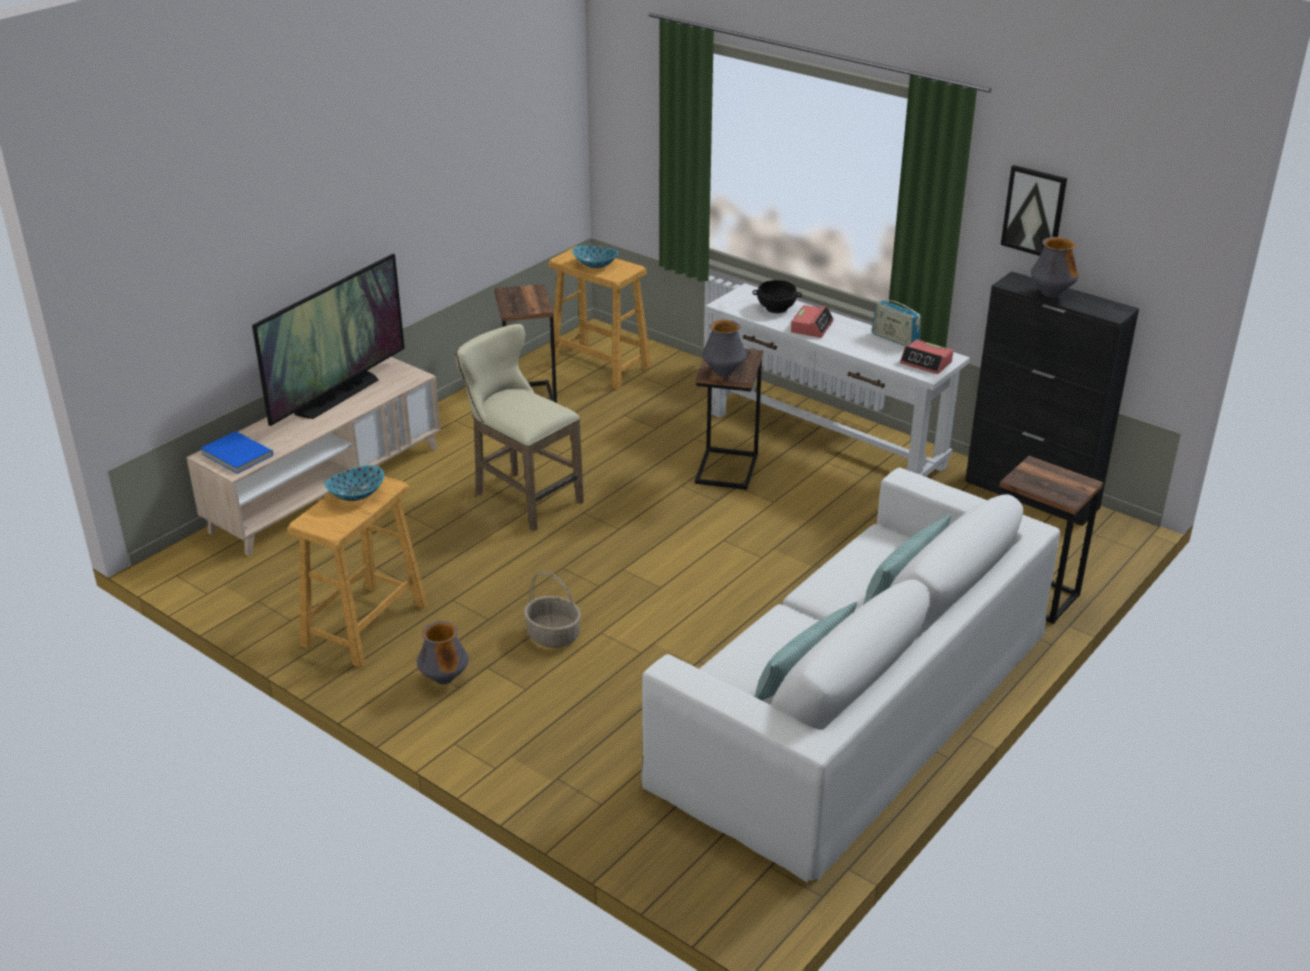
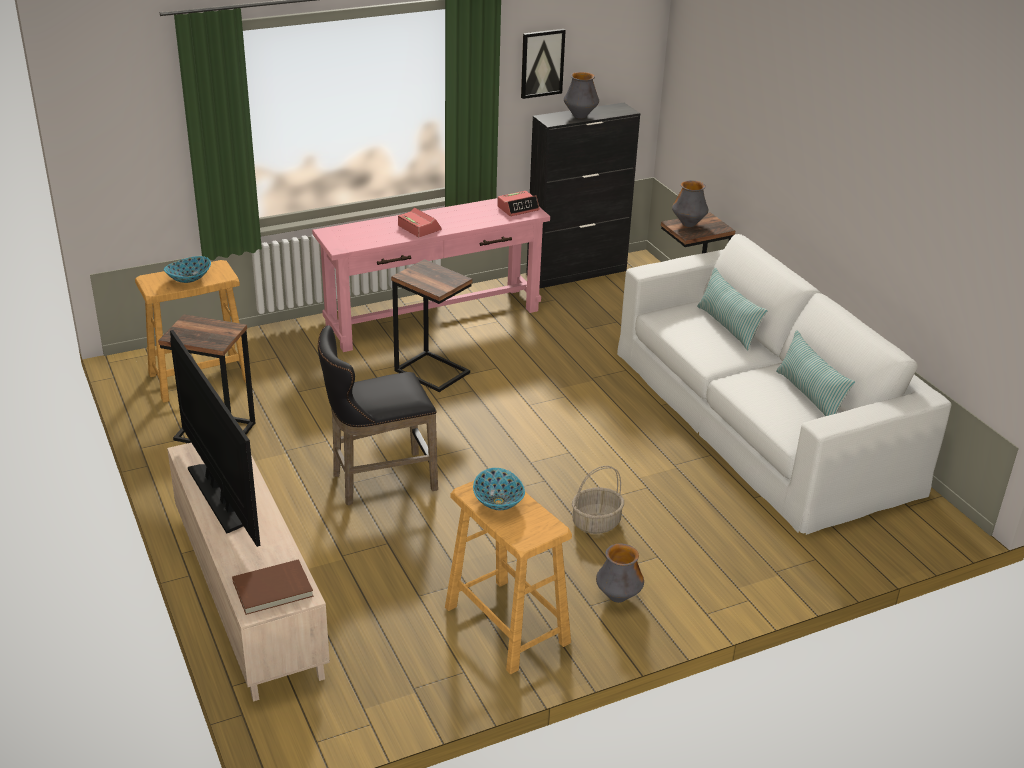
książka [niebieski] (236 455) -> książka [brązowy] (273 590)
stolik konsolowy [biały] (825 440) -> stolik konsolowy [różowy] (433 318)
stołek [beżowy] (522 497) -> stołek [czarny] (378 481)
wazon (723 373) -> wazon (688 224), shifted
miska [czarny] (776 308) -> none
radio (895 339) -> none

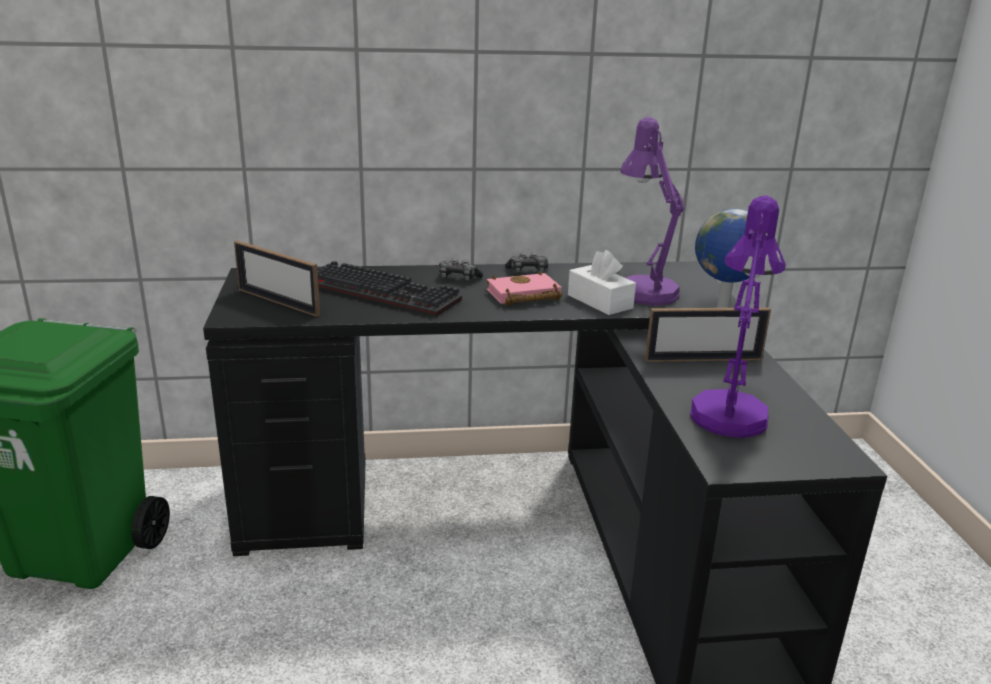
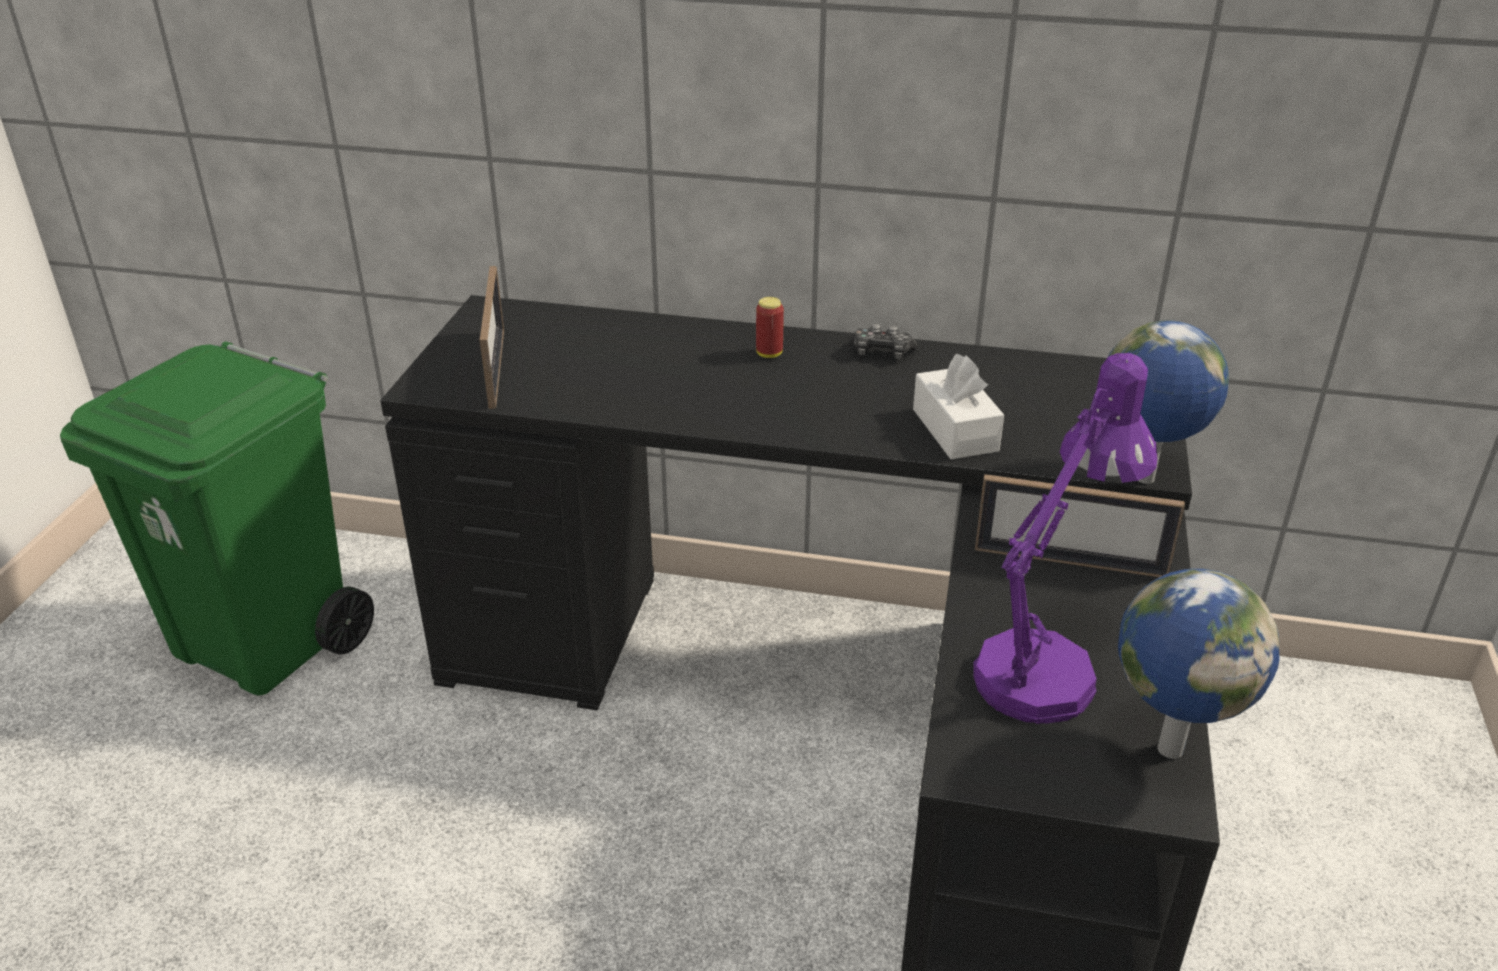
ramka na zdjęcie (278 302) -> ramka na zdjęcie (496 367), 150 degrees counterclockwise
pad do gier (458 278) -> puszka (769 354)
none -> globus (1169 747)
klawiatura (385 292) -> none
książka [różowy] (522 296) -> none
lampa stołowa [fioletowy] (643 289) -> none

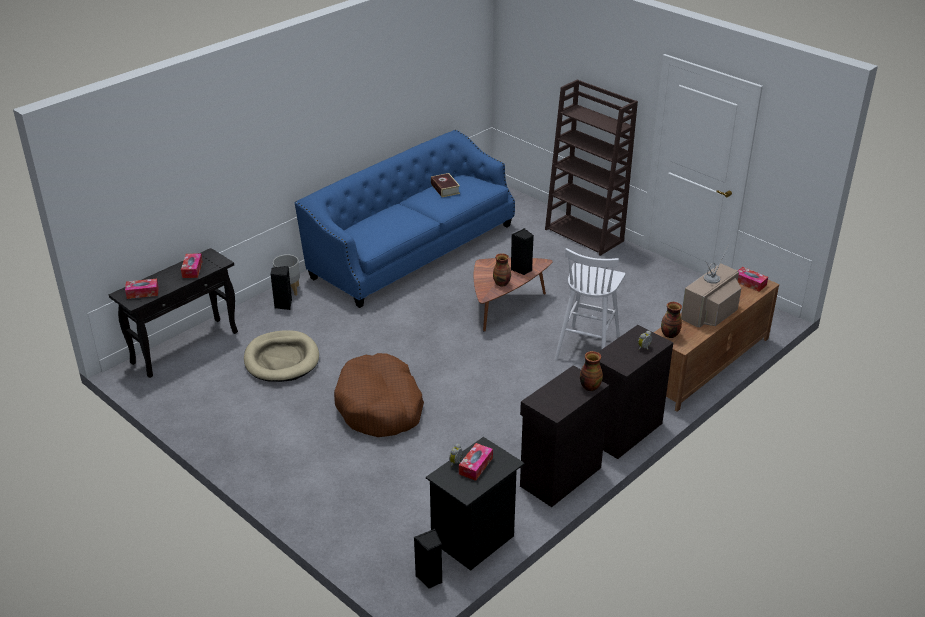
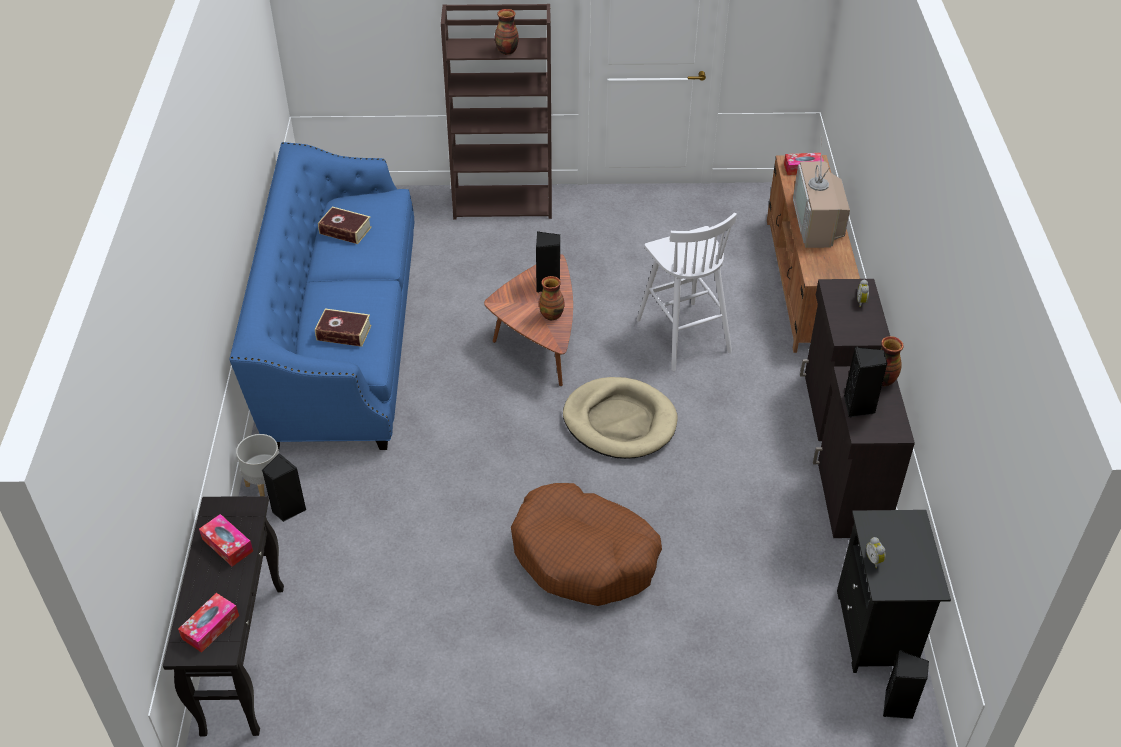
none -> książka (344 333)
wazon (669 334) -> wazon (506 51), shifted
legowisko [beżowy] (281 359) -> legowisko [beżowy] (620 421), shifted
none -> głośnik [czarny] (859 407)
pudełko chusteczek (475 466) -> none

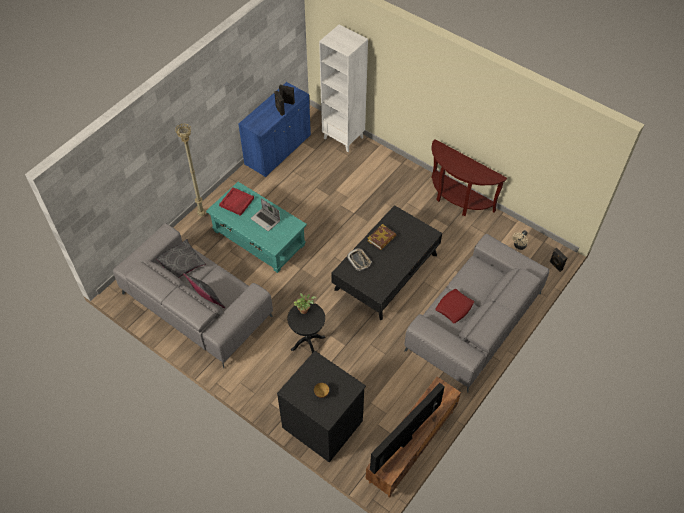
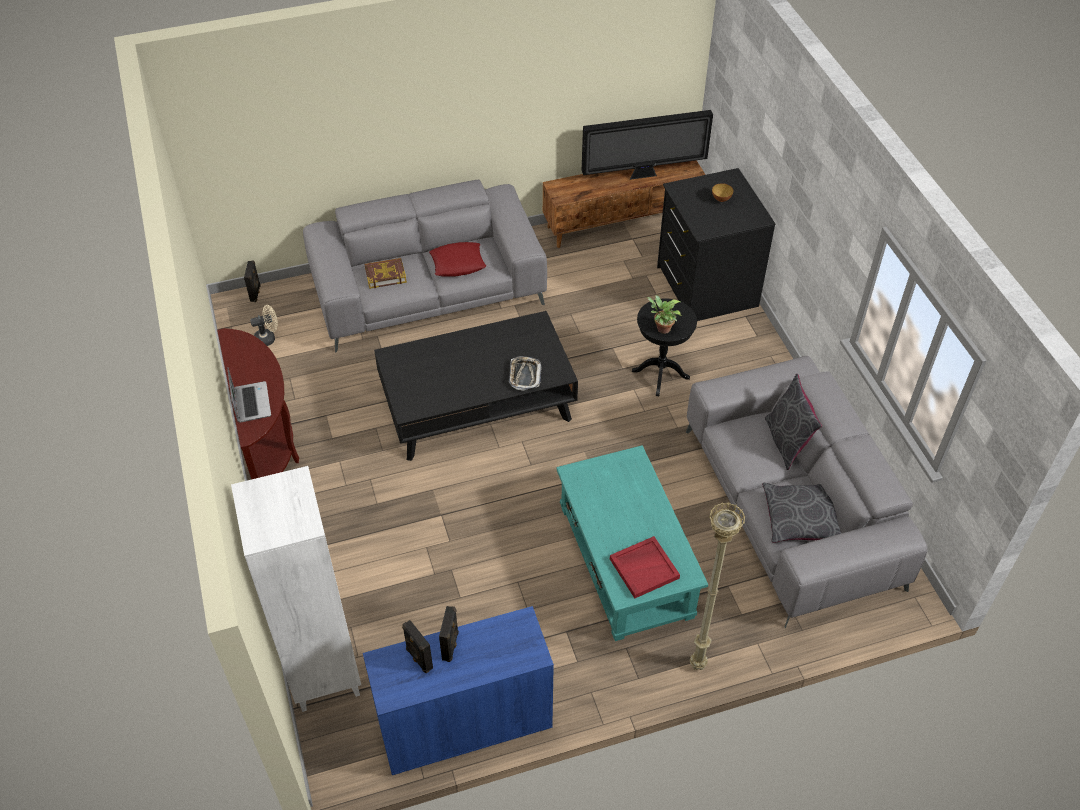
laptop (266 220) -> laptop (251 402), shifted
książka (381 238) -> książka (385 275), shifted

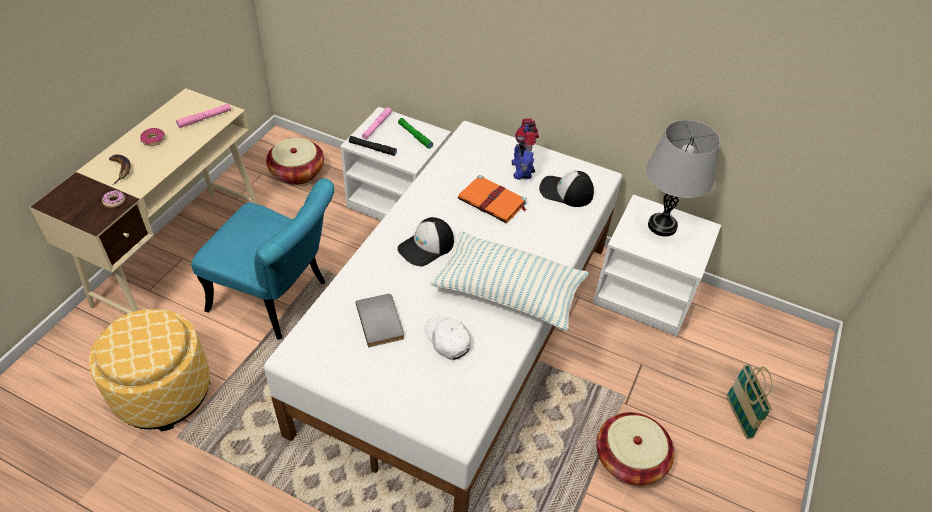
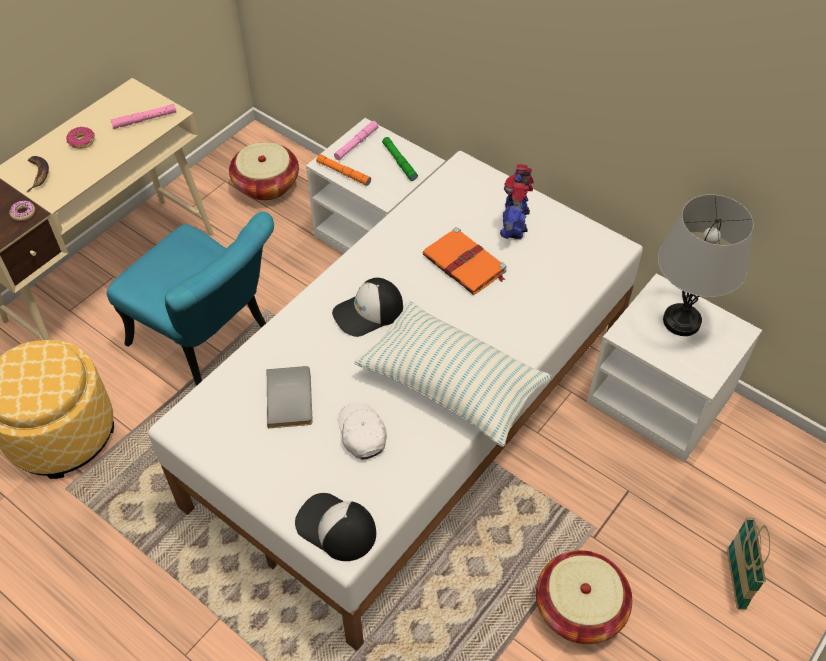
czapka z daszkiem (565 192) -> czapka z daszkiem (335 528), shifted
latarka [czarny] (372 148) -> latarka [pomarańczowy] (343 173)

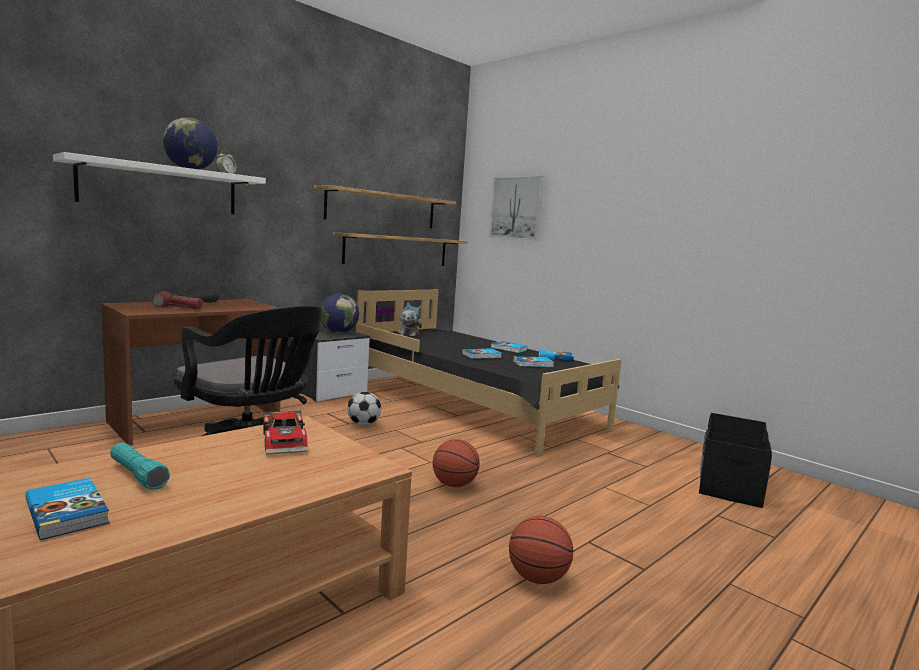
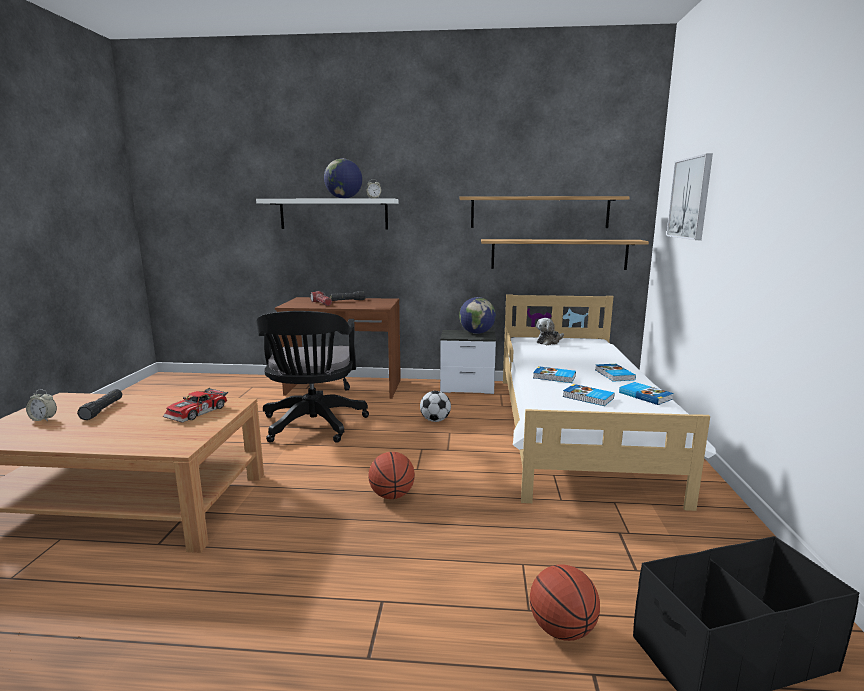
książka (69 512) -> budzik (43 419)
latarka [turkusowy] (137 475) -> latarka [czarny] (103 410)
łóżko [czarny] (474 404) -> łóżko [biały] (575 430)
piłka do koszykówki (538 578) -> piłka do koszykówki (562 629), shifted

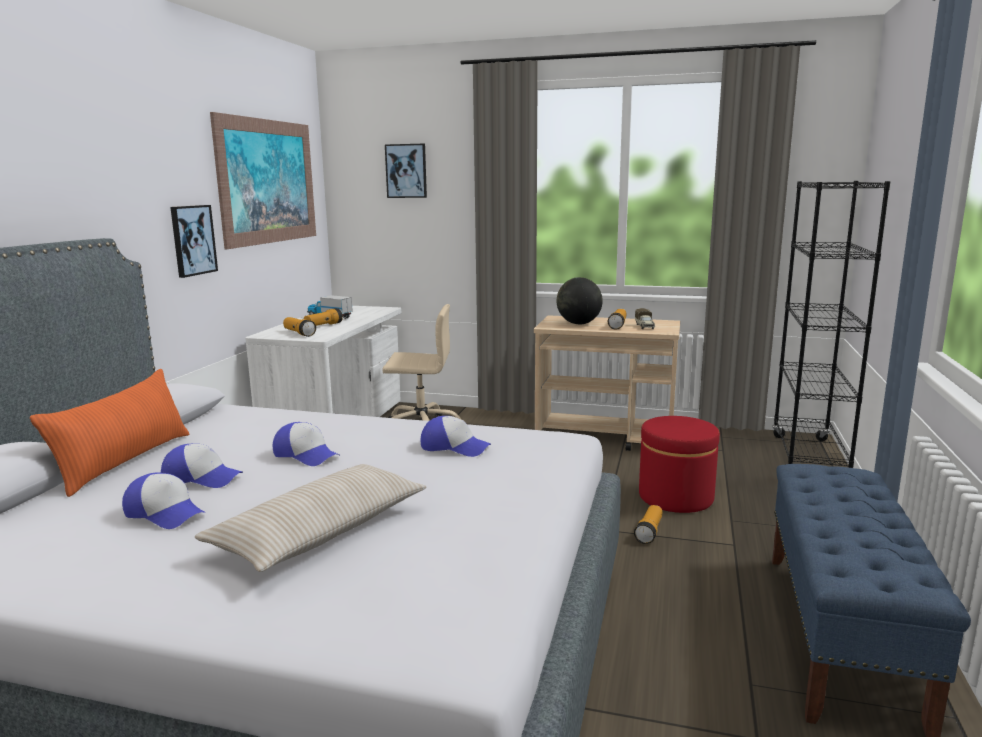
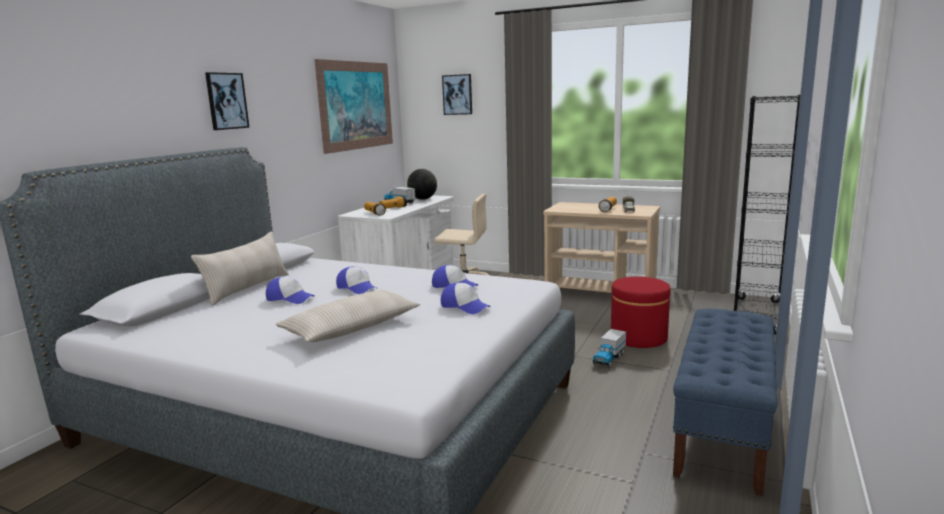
poduszka [pomarańczowy] (125 461) -> poduszka [beżowy] (247 288)
obraz (193 240) -> obraz (226 101), shifted
globus (579 324) -> globus (423 199), shifted
czapka z daszkiem (165 513) -> czapka z daszkiem (465 306), shifted
latarka (649 532) -> ciężarówka zabawkowa (609 359)

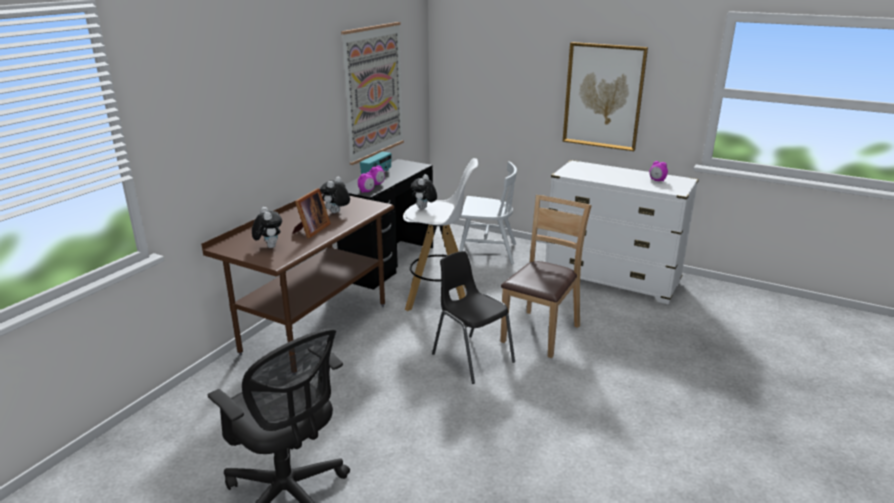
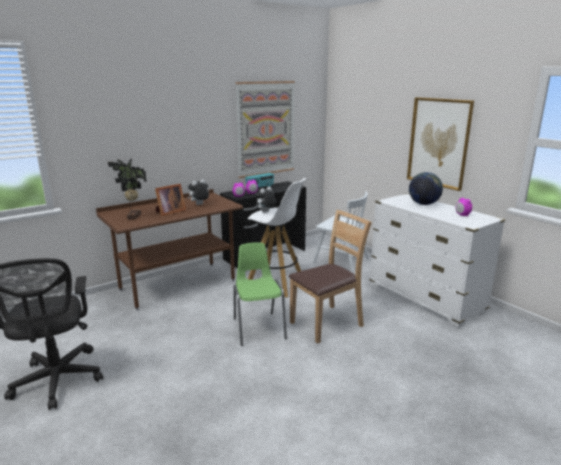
pluszak (269 246) -> roślina doniczkowa (133 216)
krzesło [czarny] (472 358) -> krzesło [zielony] (258 328)
none -> globus (423 204)

